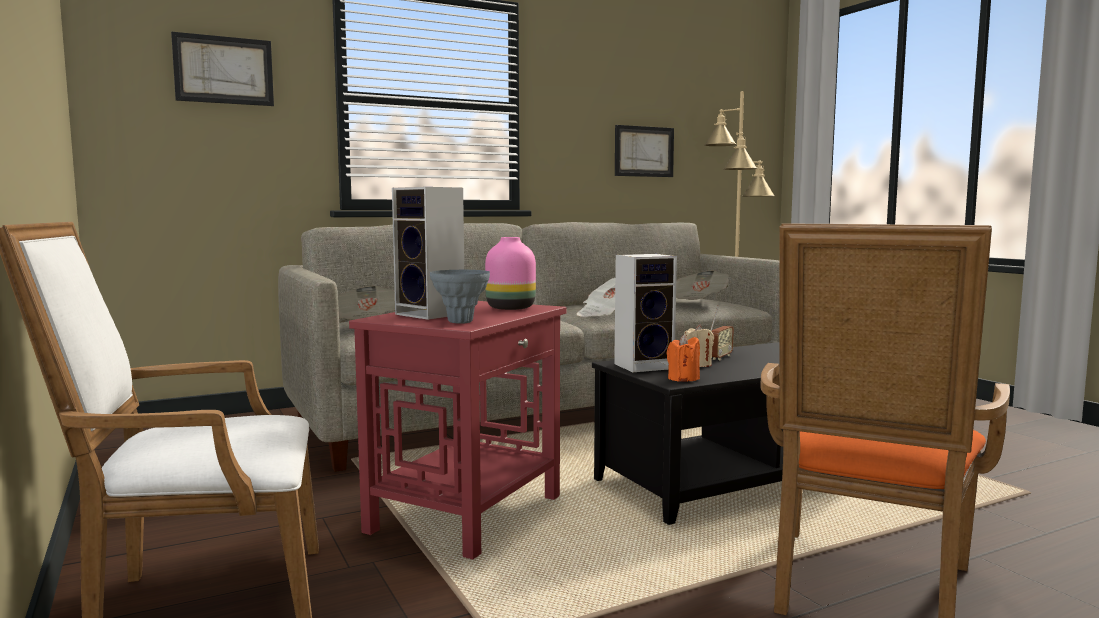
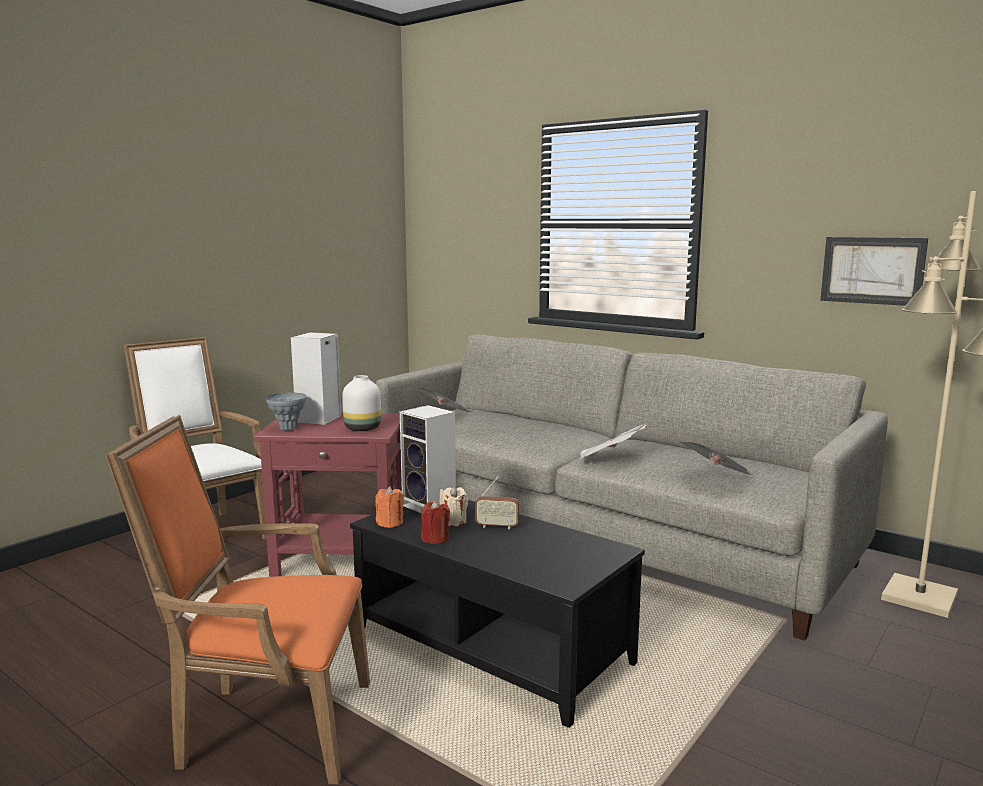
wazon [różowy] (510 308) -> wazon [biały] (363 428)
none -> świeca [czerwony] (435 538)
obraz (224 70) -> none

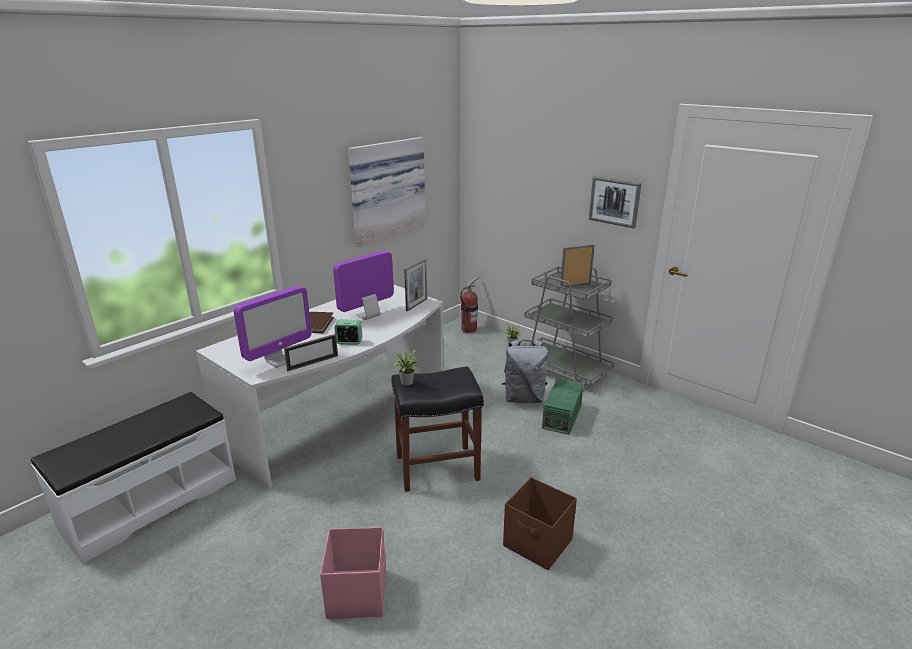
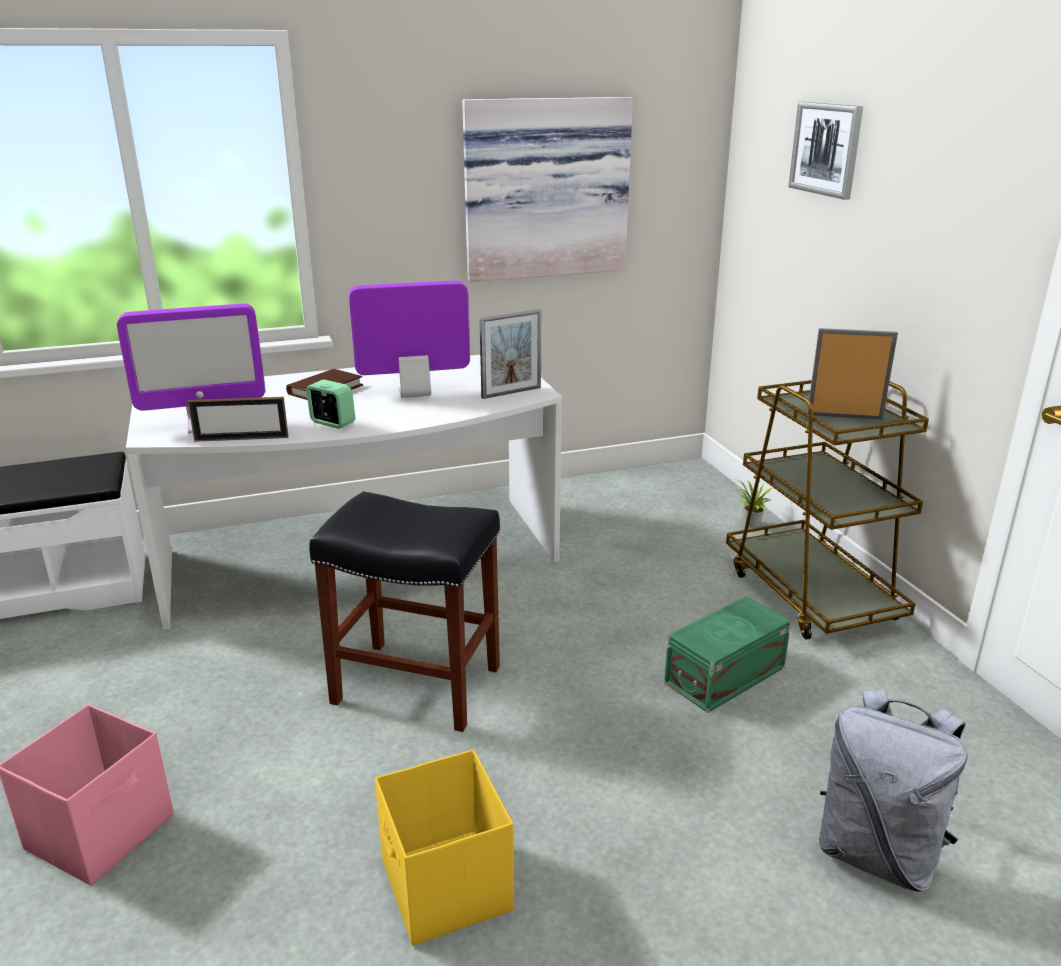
pojemnik do przechowywania [brązowy] (538 544) -> pojemnik do przechowywania [żółty] (446 888)
wózek [szary] (563 371) -> wózek [brązowy] (811 594)
obraz (614 201) -> obraz (826 149), shifted
plecak [szary] (524 398) -> plecak [szary] (877 853), shifted
roślina doniczkowa (407 383) -> none
gaśnica (469 329) -> none

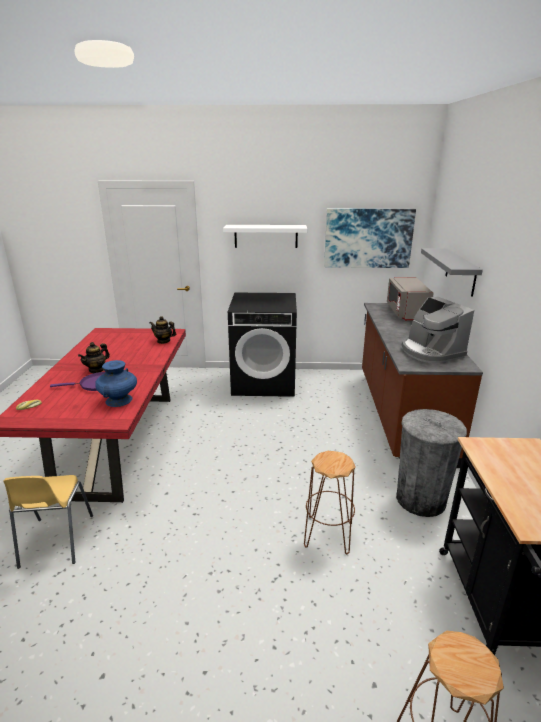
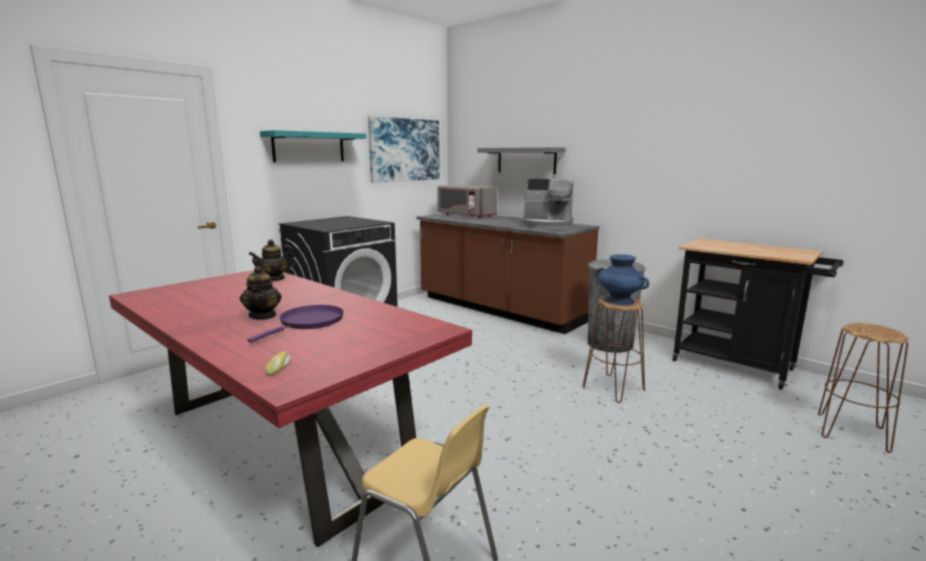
półka [biały] (266 236) -> półka [turkusowy] (309 147)
wazon [niebieski] (118 400) -> wazon [niebieski] (619 301), shifted

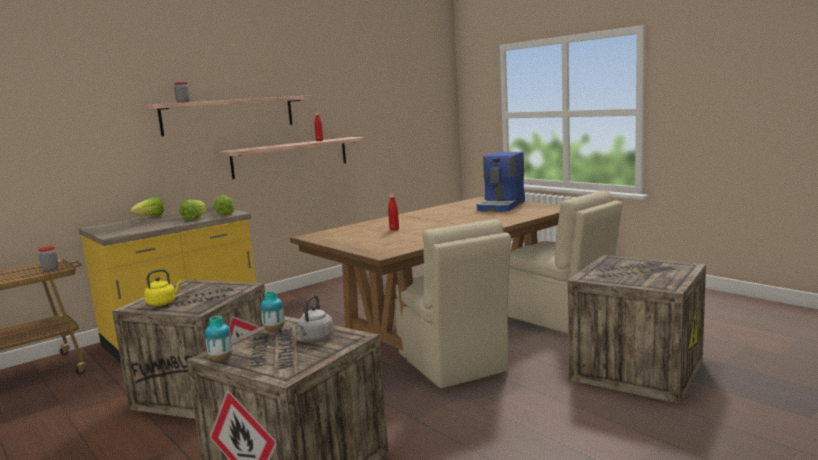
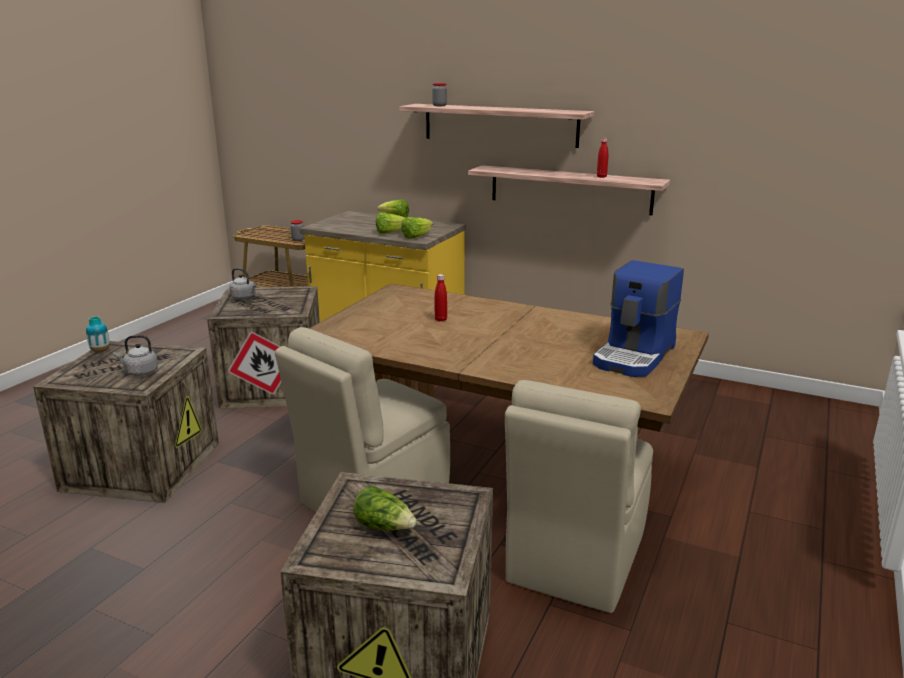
czajnik [żółty] (163 303) -> czajnik [szary] (244 297)
none -> sałata (384 526)
ekspres do kawy (502 206) -> ekspres do kawy (635 356), 60 degrees counterclockwise
wazon (274 330) -> none

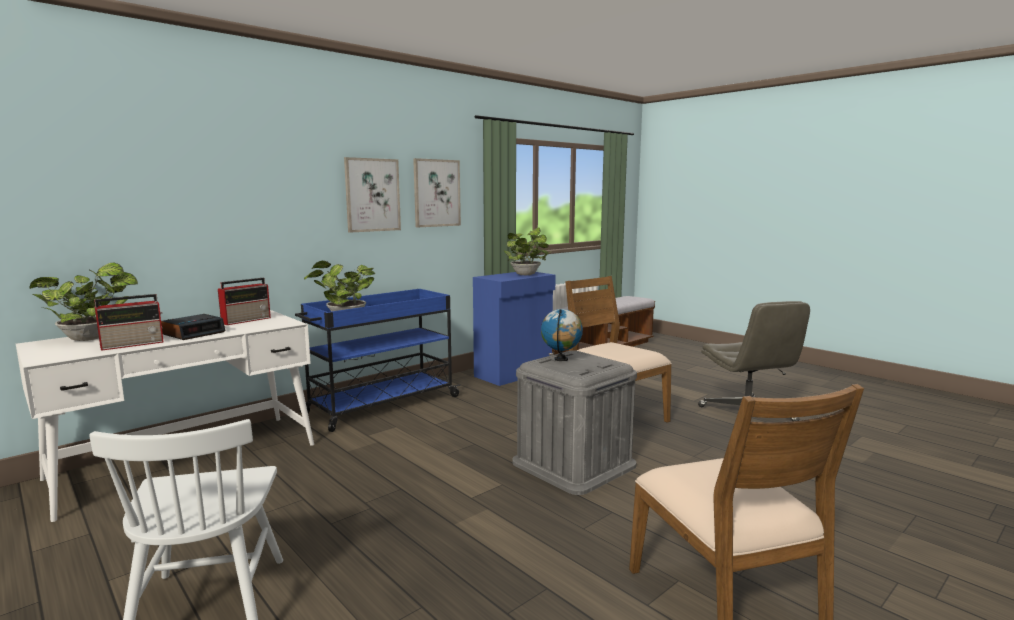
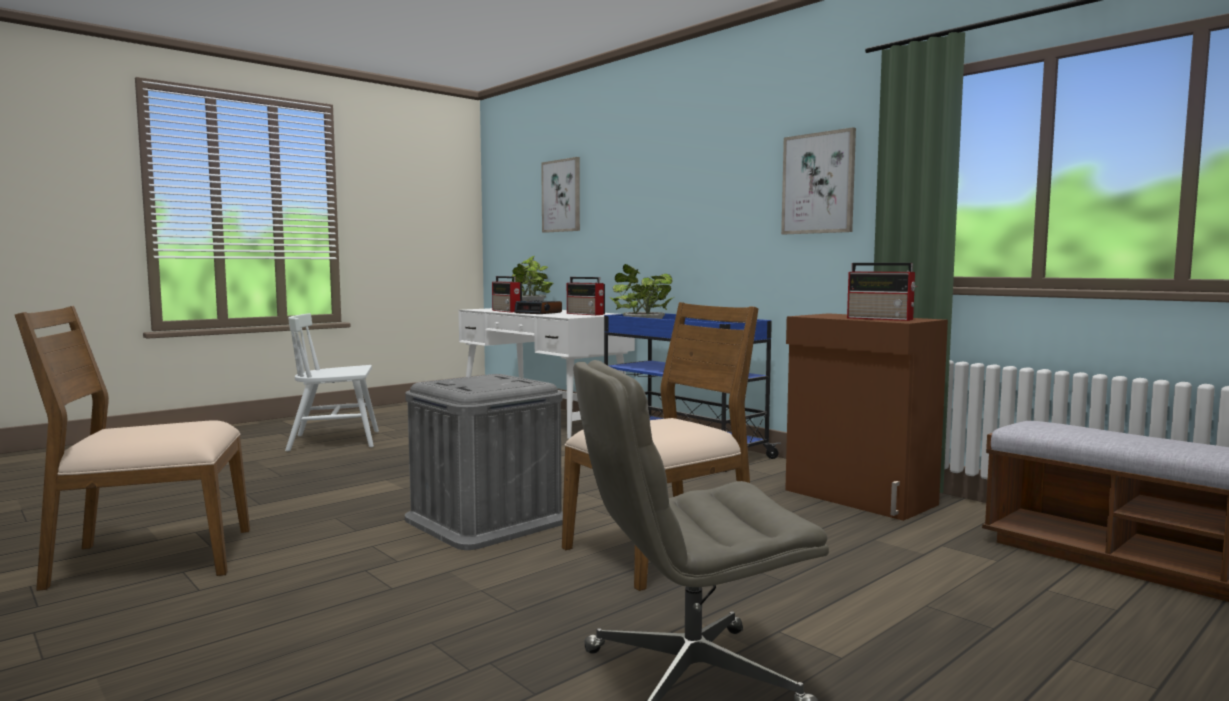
obraz (372 195) -> obraz (561 196), shifted
szafka [niebieski] (514 373) -> szafka [brązowy] (859 498)
roślina doniczkowa (527 274) -> radio (881 319)
globus (561 359) -> none

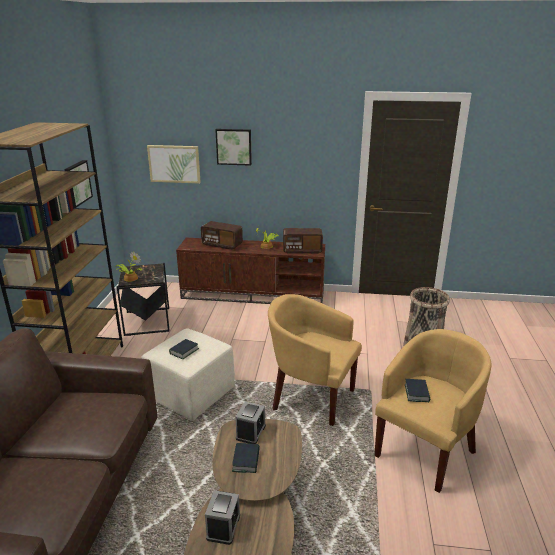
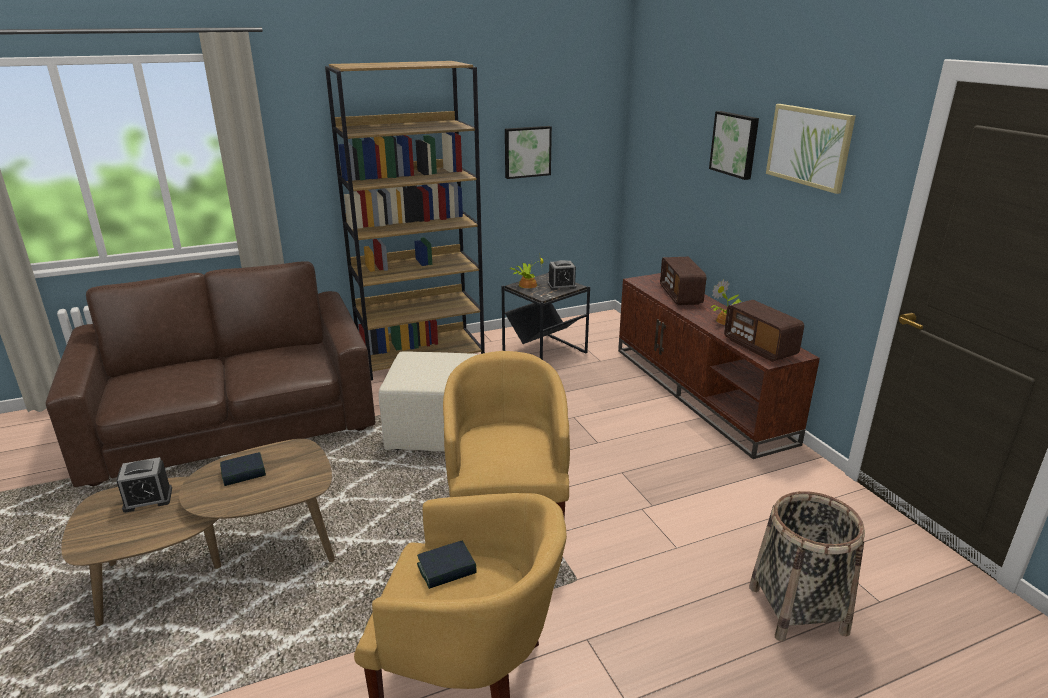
budzik (251 432) -> budzik (561 286), shifted
obraz (174 164) -> obraz (809 146), shifted
książka (184 351) -> none

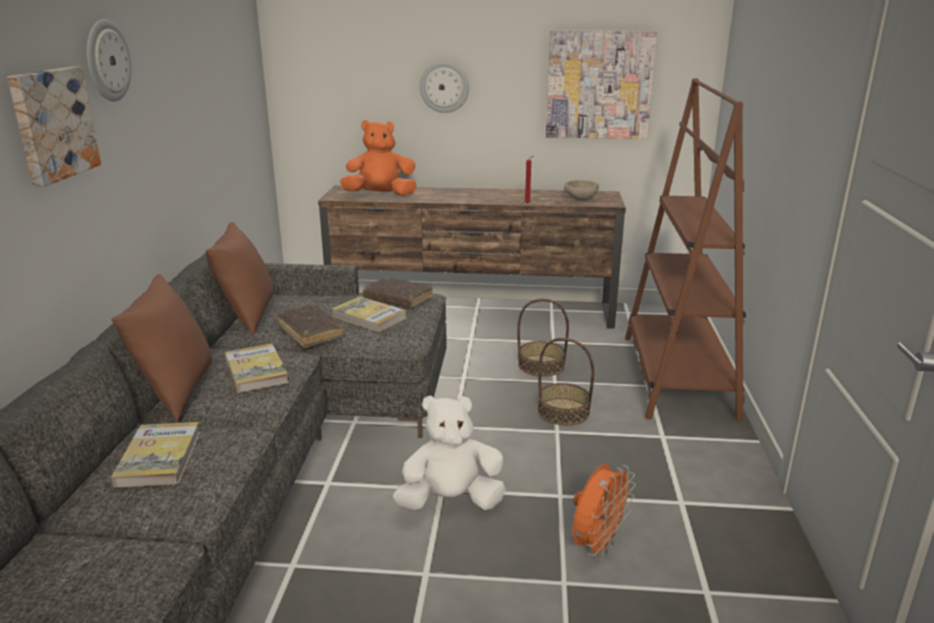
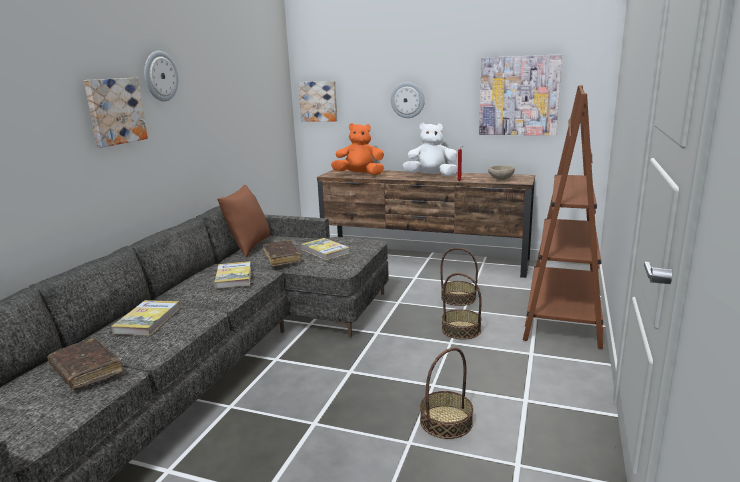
książka [brązowy] (398 300) -> książka [brązowy] (86 370), shifted
none -> obraz (318 101)
pluszak [biały] (451 501) -> pluszak [biały] (431 176), shifted
wentylator [pomarańczowy] (597 546) -> koszyk (446 421)
poduszka [brązowy] (176 392) -> none

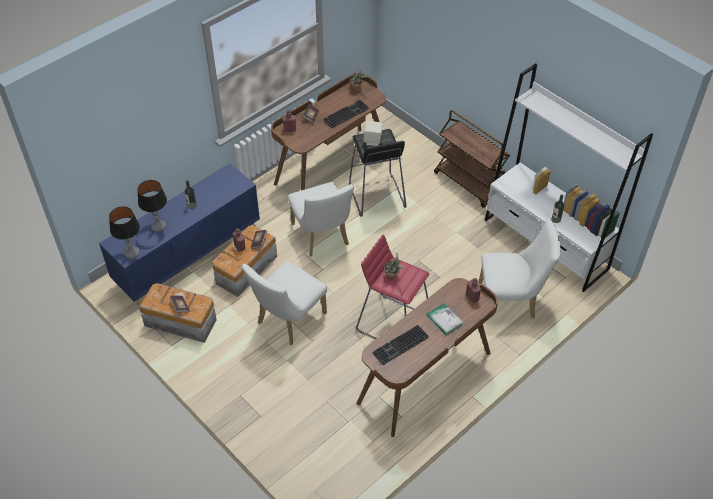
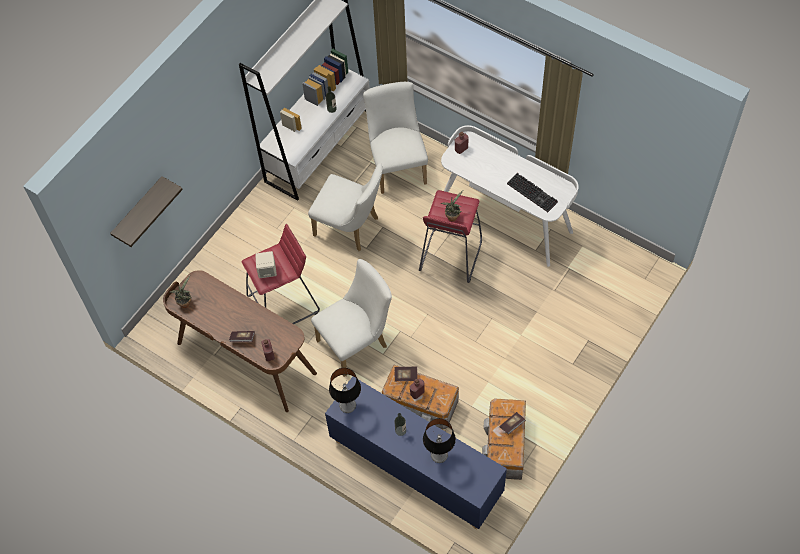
none -> półka (139 212)
stołek [czarny] (376 196) -> stołek [czerwony] (284 304)
krzesło [biały] (288 321) -> krzesło [biały] (351 228), shifted
lampa stołowa (131 253) -> lampa stołowa (347 405), shifted
biurko [brązowy] (425 378) -> biurko [biały] (505 218)
klawiatura (346 114) -> none
książka (444 320) -> none
wózek [brązowy] (469 183) -> none

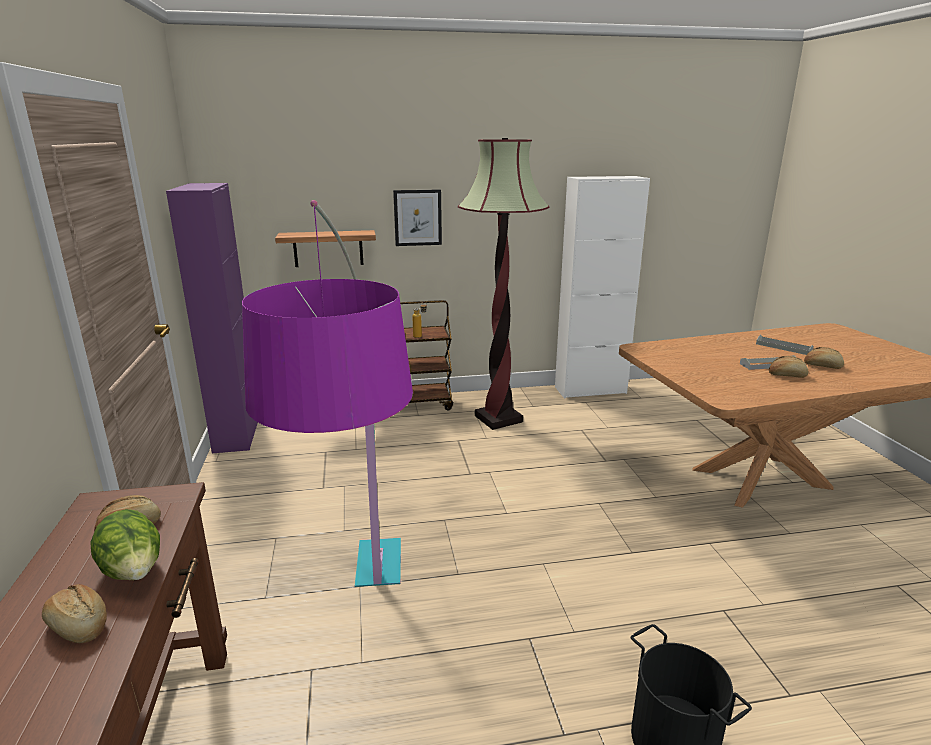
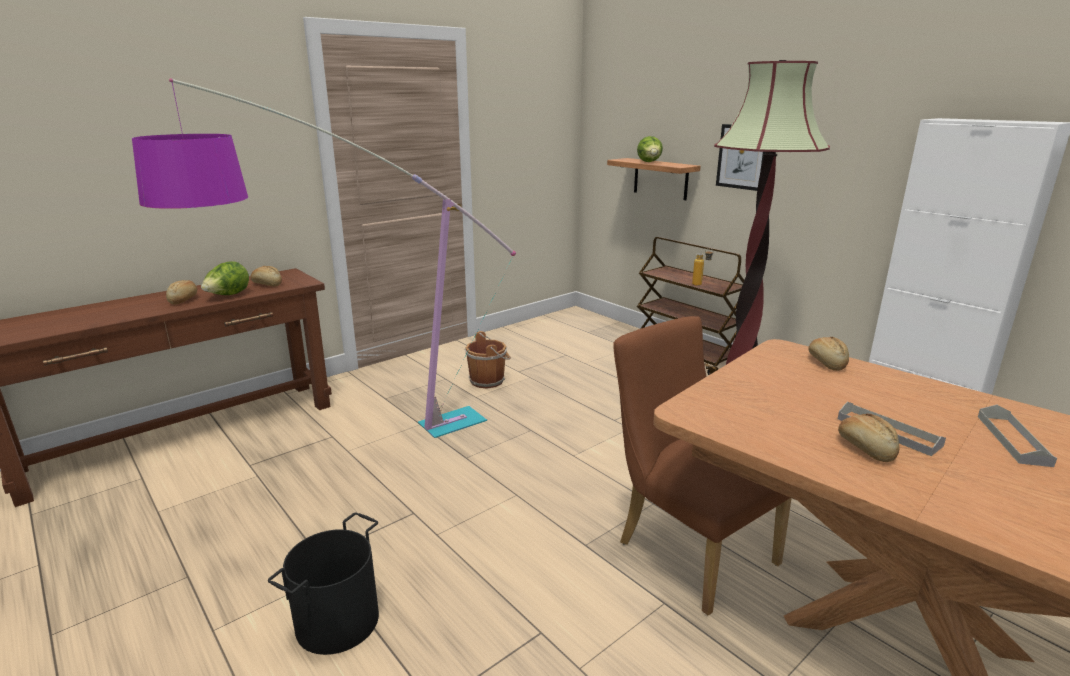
none -> wiadro [brązowy] (488 380)
none -> krzesło [brązowy] (687 548)
none -> sałata (649 162)
chleb (822 366) -> chleb (826 362), shifted
szafka [fioletowy] (237 433) -> none

